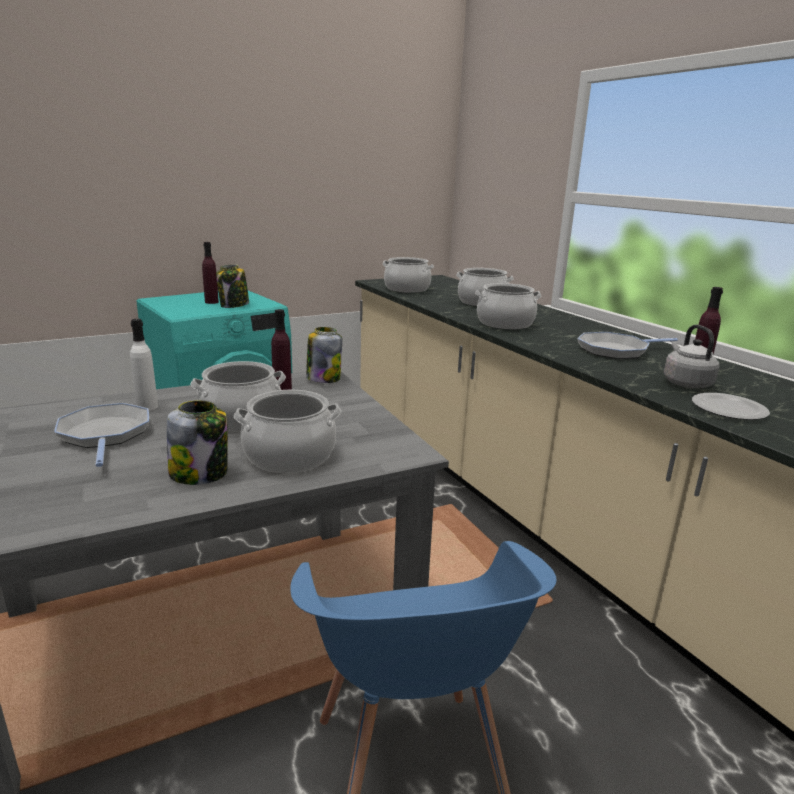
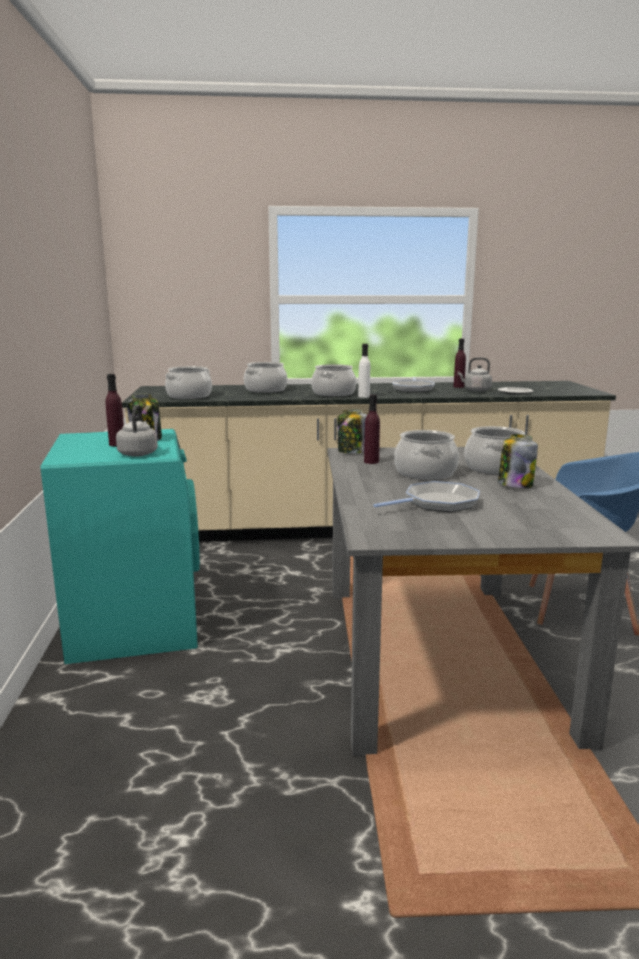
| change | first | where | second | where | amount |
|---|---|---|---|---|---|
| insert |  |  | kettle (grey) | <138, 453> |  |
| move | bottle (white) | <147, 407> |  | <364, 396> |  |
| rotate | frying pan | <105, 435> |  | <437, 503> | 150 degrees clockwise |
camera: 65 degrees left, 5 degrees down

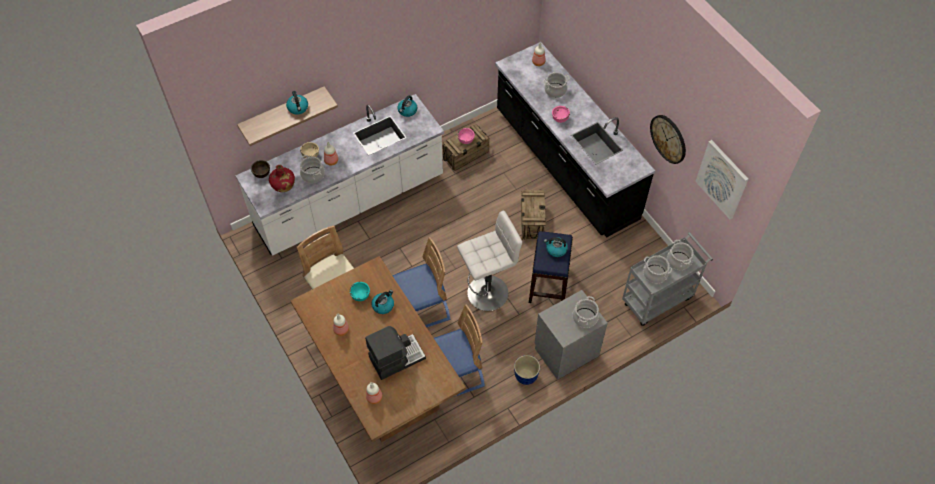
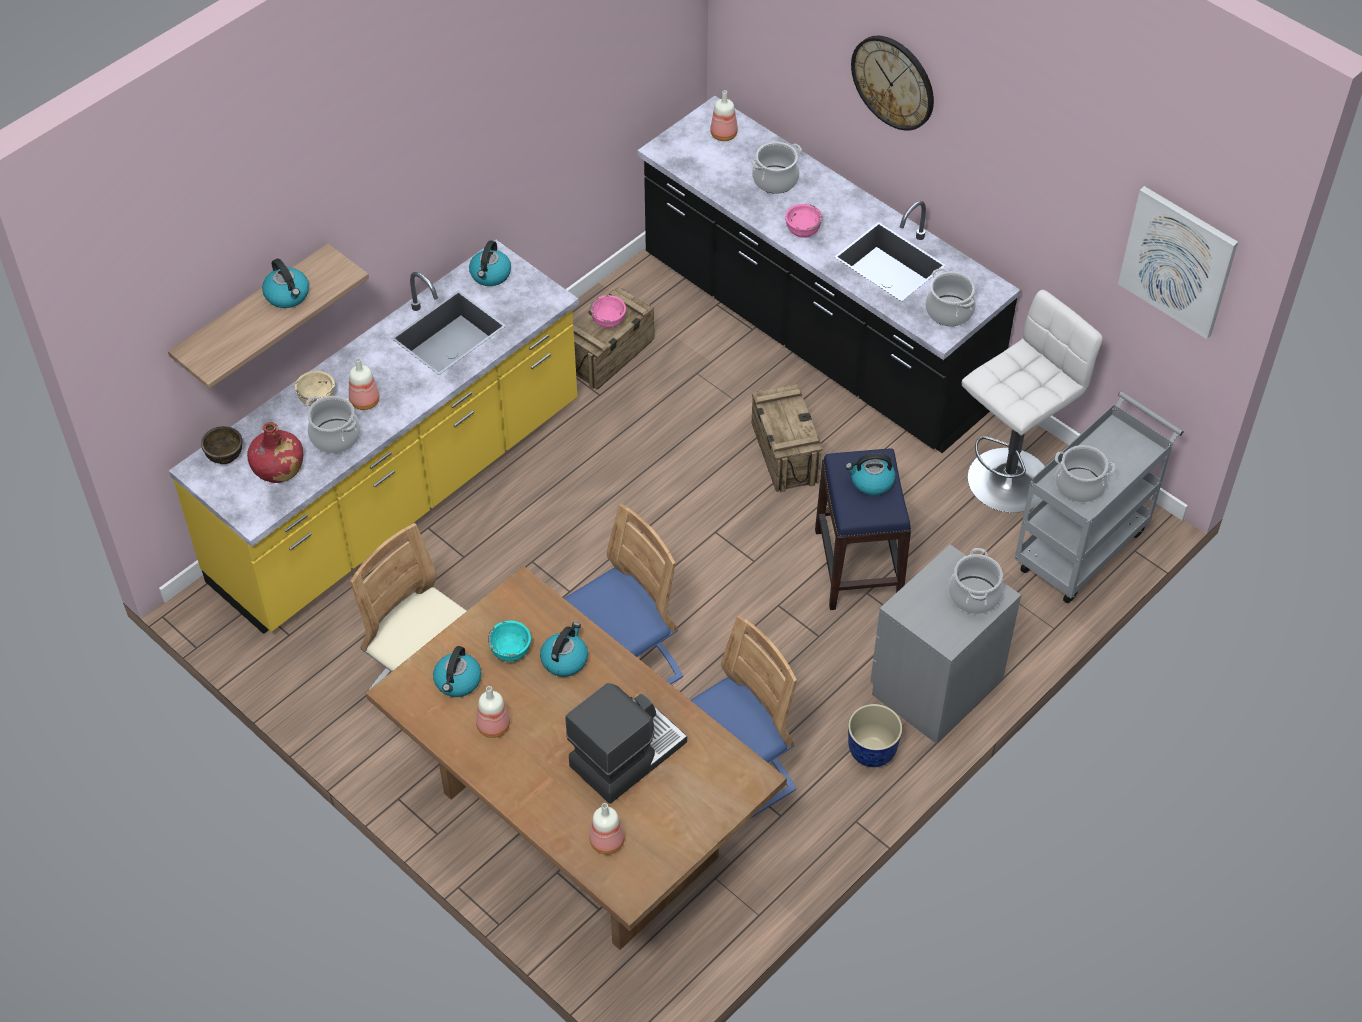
| change | first | where | second | where | amount |
|---|---|---|---|---|---|
| insert |  |  | kettle | <458, 682> |  |
| move | stool (white) | <488, 293> |  | <1010, 480> |  |
| move | wall clock | <668, 138> |  | <893, 82> |  |
| move | cooking pot | <678, 261> |  | <949, 311> |  |
| recolor | counter (white) | <350, 202> | counter (yellow) | <399, 495> |  |
camera: 15 degrees left, 5 degrees down

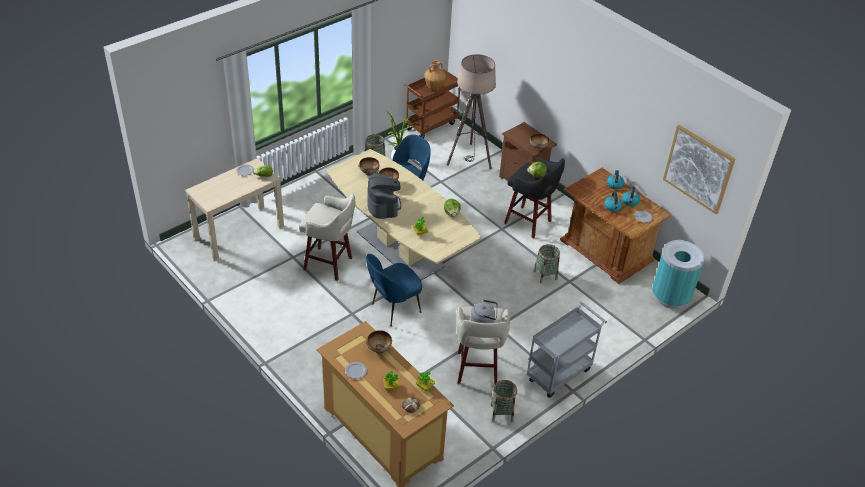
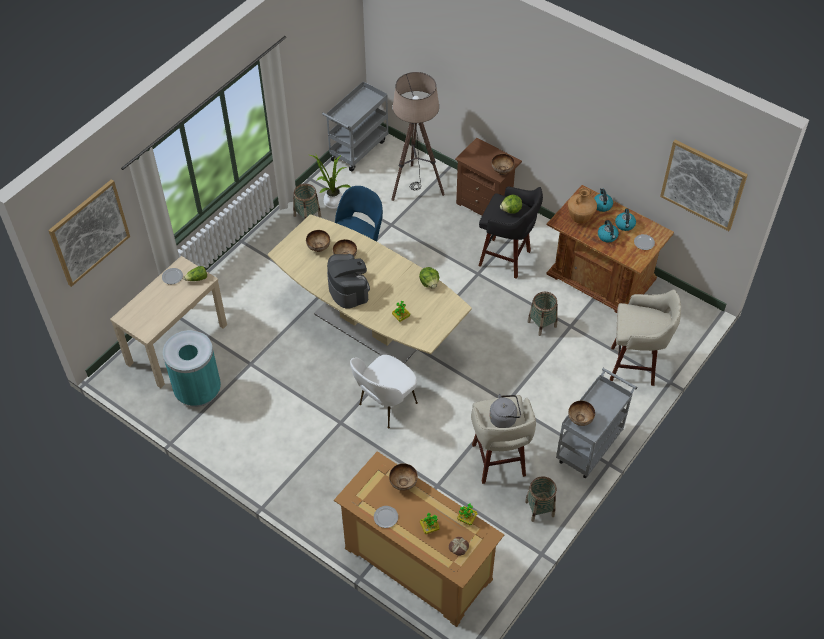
| change | first | where | second | where | amount |
|---|---|---|---|---|---|
| insert |  |  | picture | <89, 232> |  |
| insert |  |  | bowl | <580, 420> |  |
| move | stool (beige) | <330, 265> |  | <635, 366> |  |
| move | vase (brown) | <434, 88> |  | <580, 218> |  |
| move | trash can (turquoise) | <670, 297> |  | <198, 391> |  |
| recolor | chair (blue) | <392, 309> | chair (white) | <384, 407> |  |
| recolor | cart (brown) | <430, 127> | cart (grey) | <358, 152> |  |
camera: 10 degrees left, 10 degrees up

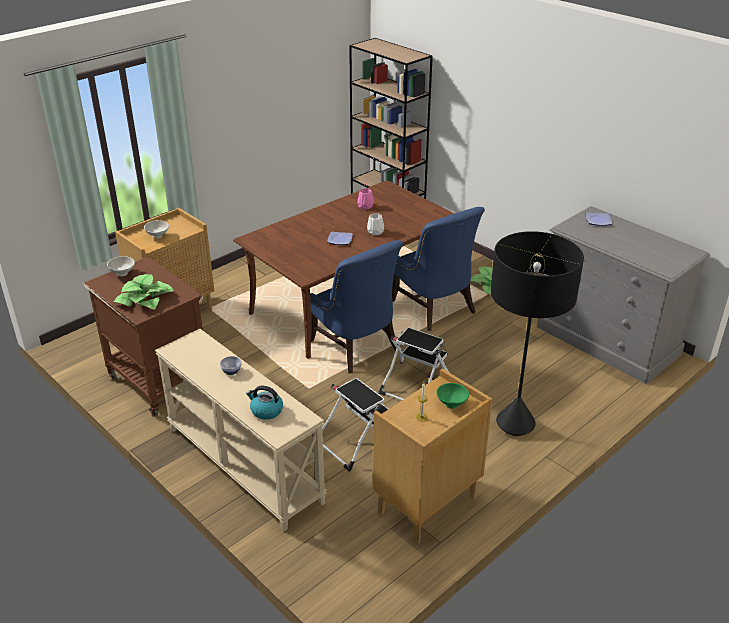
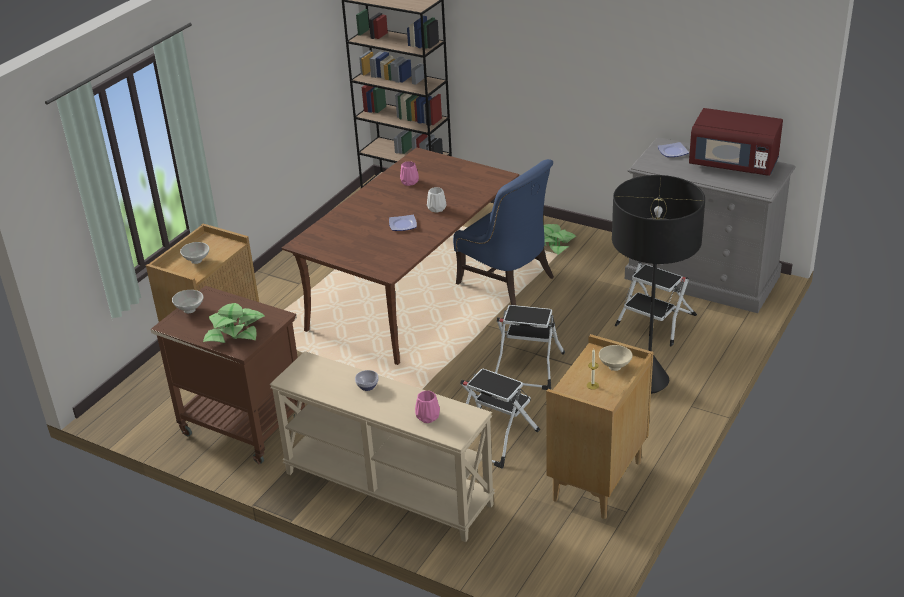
| change | first | where | second | where | amount |
|---|---|---|---|---|---|
| delete | chair (blue) | <356, 346> |  |  |  |
| insert |  |  | step ladder | <656, 321> |  |
| insert |  |  | microwave (red) | <733, 164> |  |
| replace | kettle | <266, 411> | vase (pink) | <428, 417> |  |
| recolor | bowl (green) | <451, 404> | bowl (beige) | <614, 366> |  |
camera: 15 degrees left, 0 degrees up

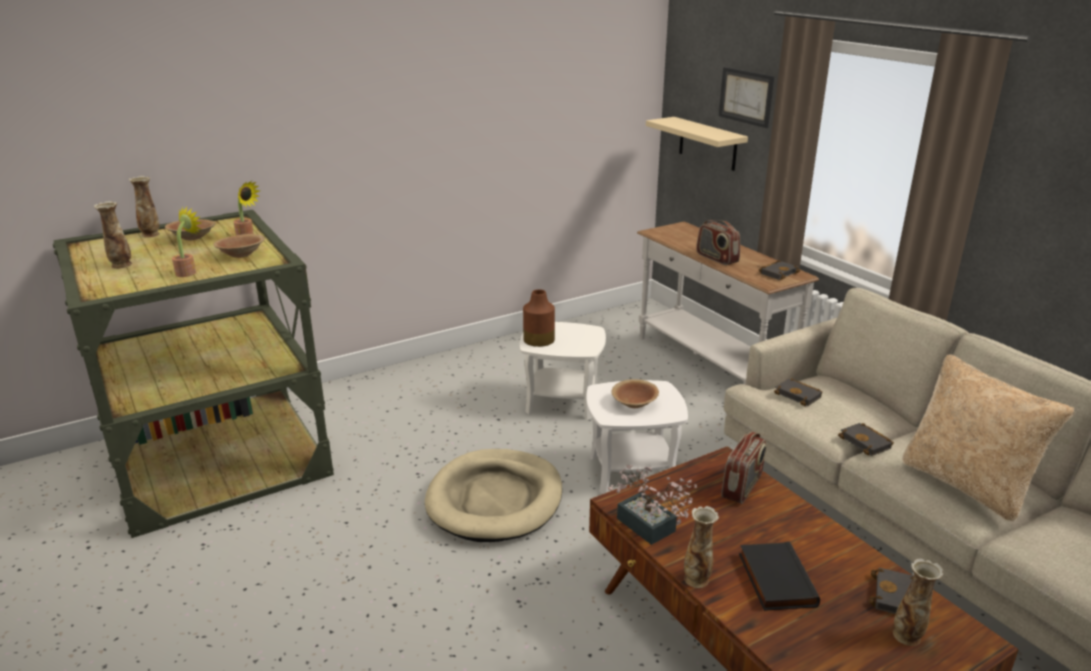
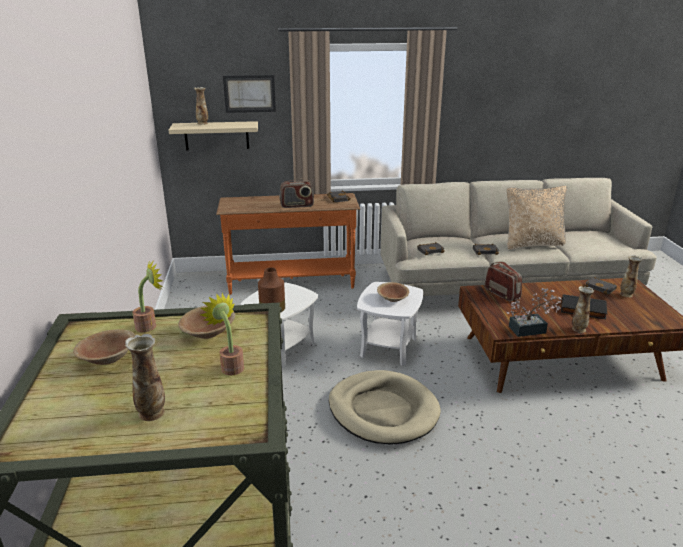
| change | first | where | second | where | amount |
|---|---|---|---|---|---|
| move | vase | <151, 234> |  | <203, 123> |  |
| recolor | console table (white) | <710, 365> | console table (orange) | <291, 283> |  |
camera: 65 degrees left, 0 degrees up

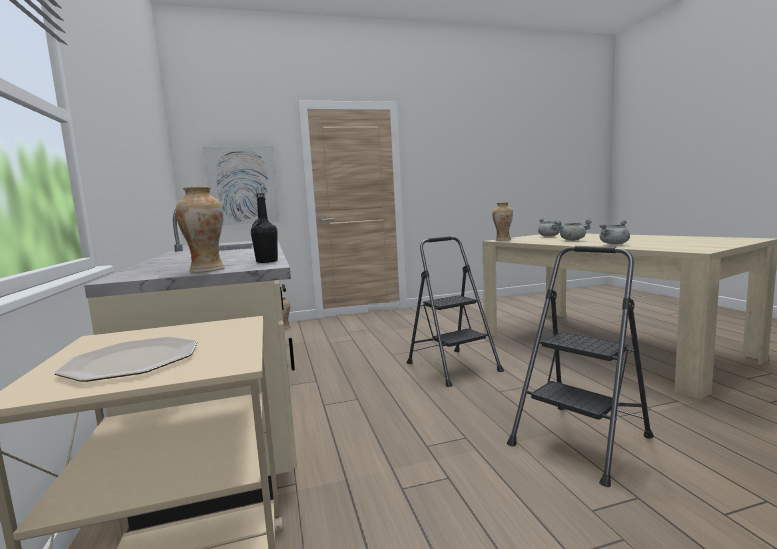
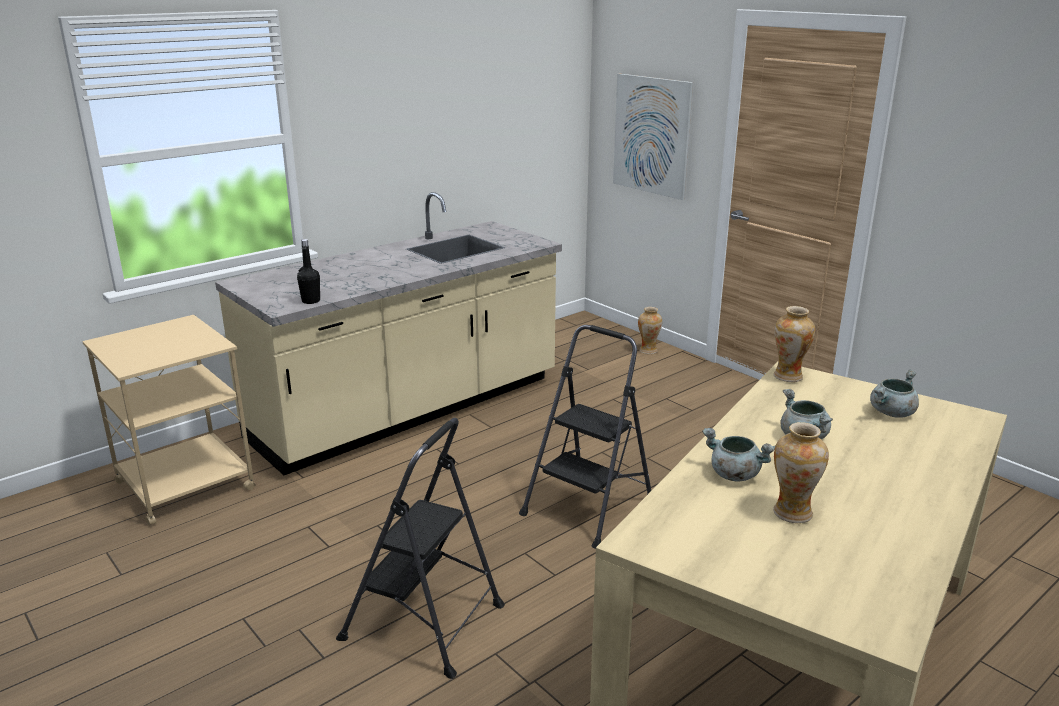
| change | first | where | second | where | amount |
|---|---|---|---|---|---|
| delete | plate | <132, 361> |  |  |  |
| move | vase | <207, 270> |  | <792, 513> |  |
camera: 65 degrees right, 15 degrees up

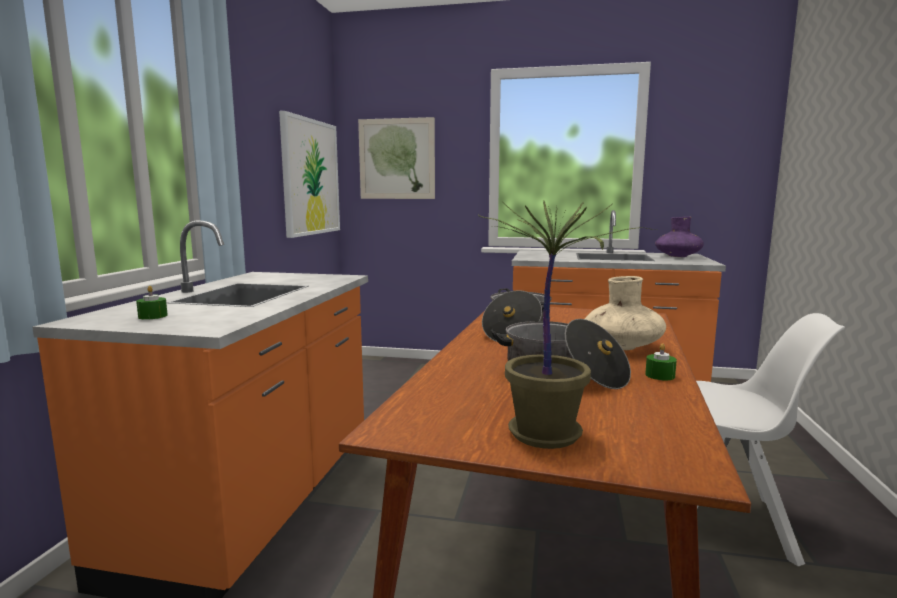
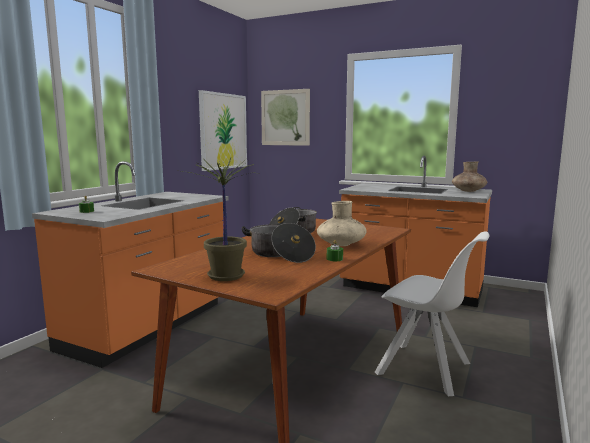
| change | first | where | second | where | amount |
|---|---|---|---|---|---|
| recolor | vase (purple) | <677, 256> | vase (brown) | <468, 191> |  |
camera: 15 degrees right, 0 degrees up

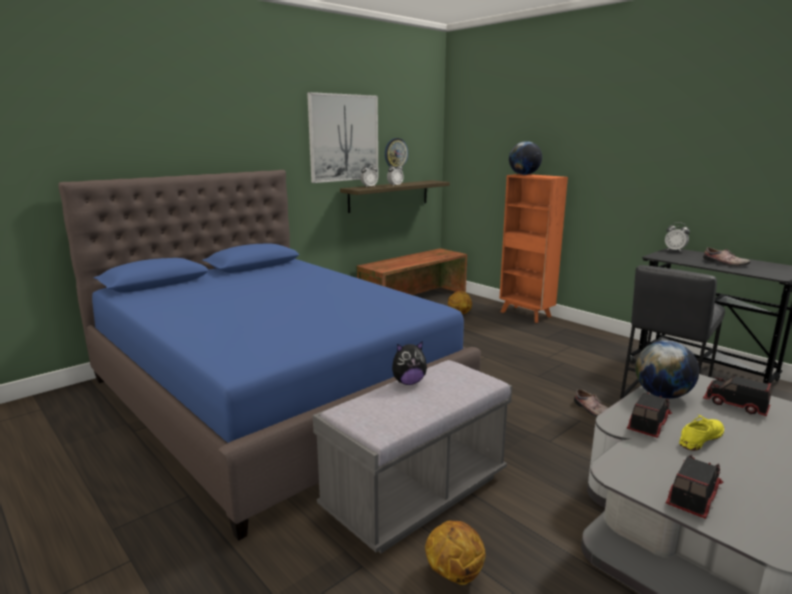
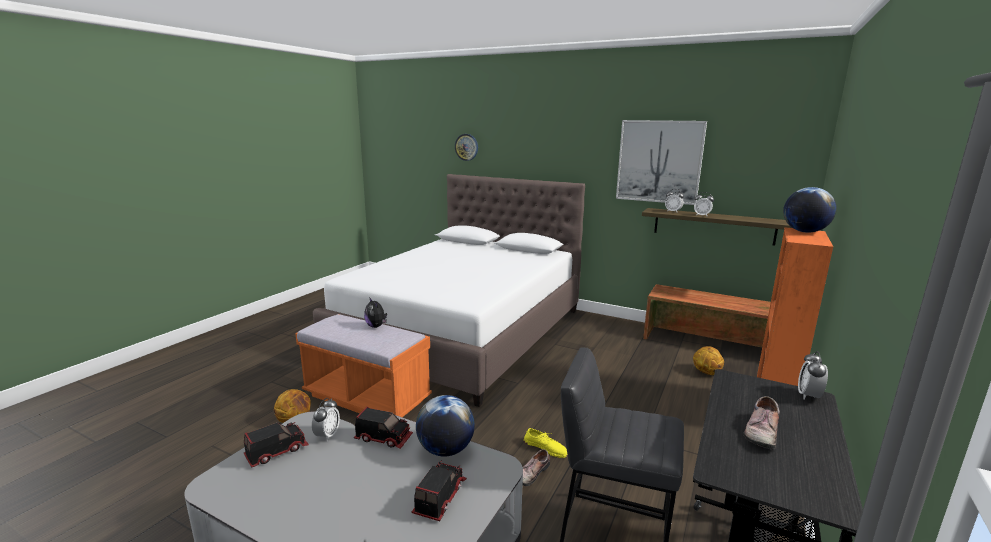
| change | first | where | second | where | amount |
|---|---|---|---|---|---|
| insert |  |  | alarm clock | <327, 435> |  |
| move | wall clock | <395, 153> |  | <466, 147> |  |
| move | shoe (yellow) | <700, 437> |  | <546, 447> |  |
| recolor | bed (blue) | <273, 397> | bed (white) | <462, 332> |  |
| recolor | bench (grey) | <416, 494> | bench (orange) | <367, 398> |  |
| rotate | toy truck | <692, 495> |  | <276, 451> | 60 degrees counterclockwise |
camera: 70 degrees right, 0 degrees up

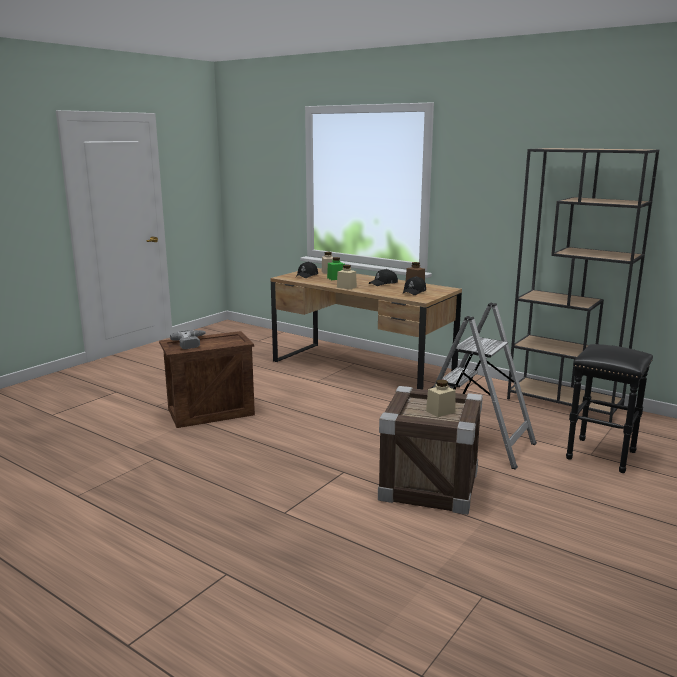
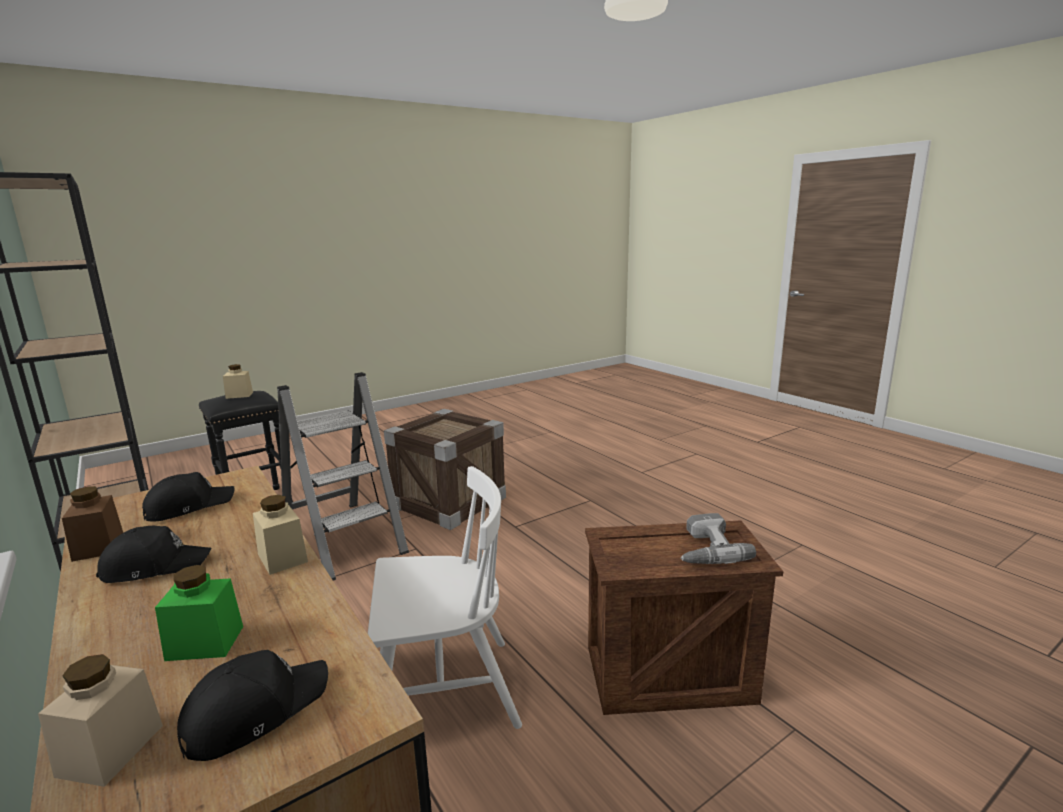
| change | first | where | second | where | amount |
|---|---|---|---|---|---|
| insert |  |  | chair (white) | <444, 692> |  |
| move | jar (beige) | <440, 411> |  | <239, 395> |  |
camera: 160 degrees left, 0 degrees up

